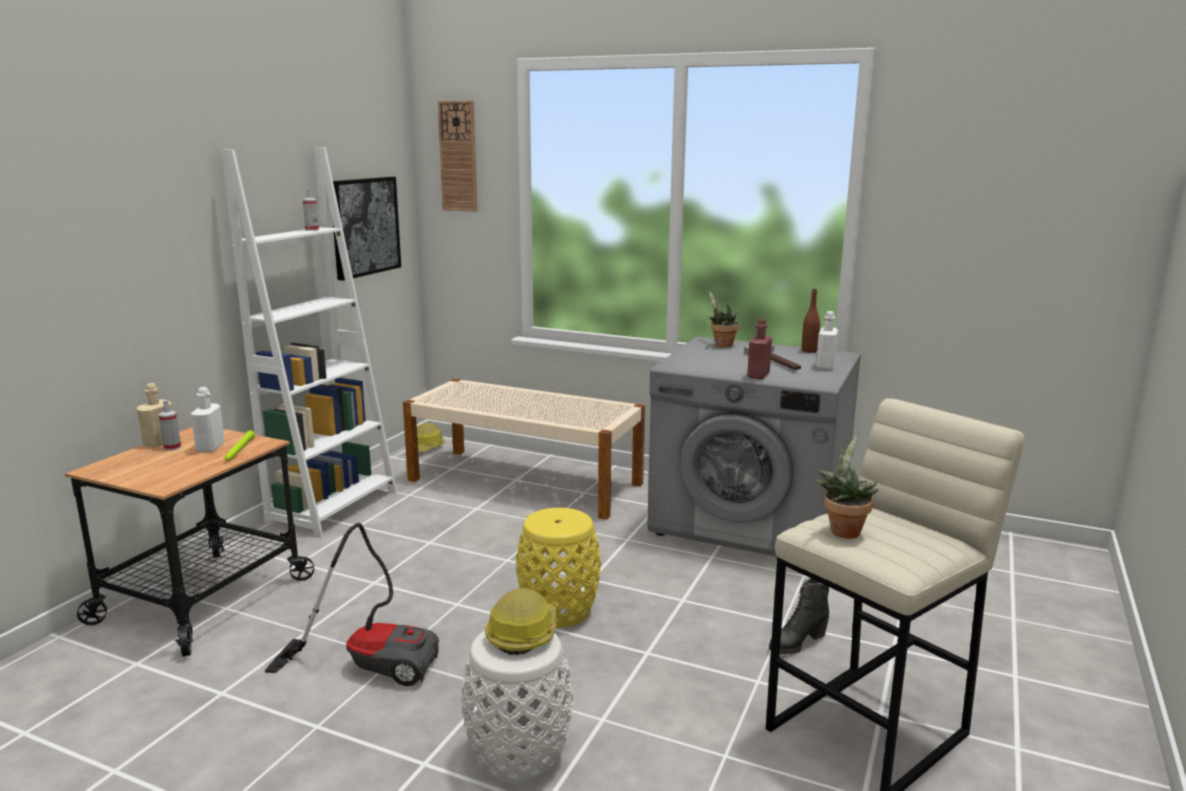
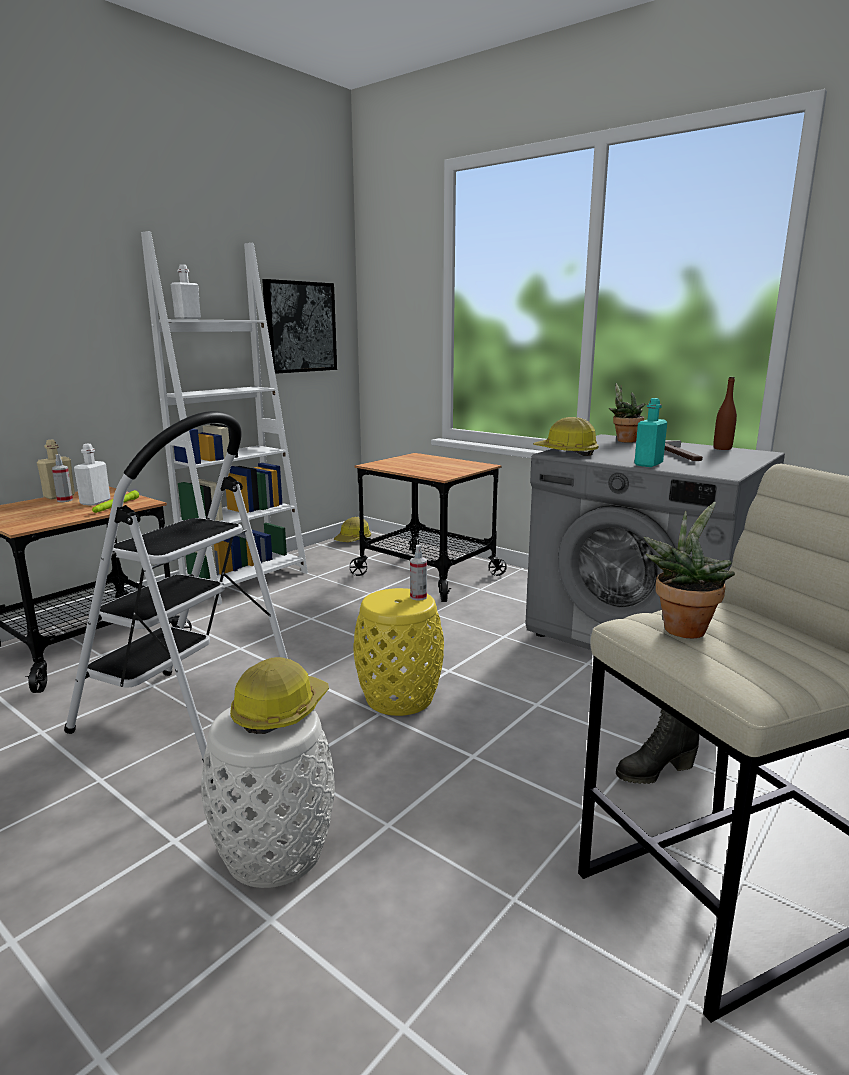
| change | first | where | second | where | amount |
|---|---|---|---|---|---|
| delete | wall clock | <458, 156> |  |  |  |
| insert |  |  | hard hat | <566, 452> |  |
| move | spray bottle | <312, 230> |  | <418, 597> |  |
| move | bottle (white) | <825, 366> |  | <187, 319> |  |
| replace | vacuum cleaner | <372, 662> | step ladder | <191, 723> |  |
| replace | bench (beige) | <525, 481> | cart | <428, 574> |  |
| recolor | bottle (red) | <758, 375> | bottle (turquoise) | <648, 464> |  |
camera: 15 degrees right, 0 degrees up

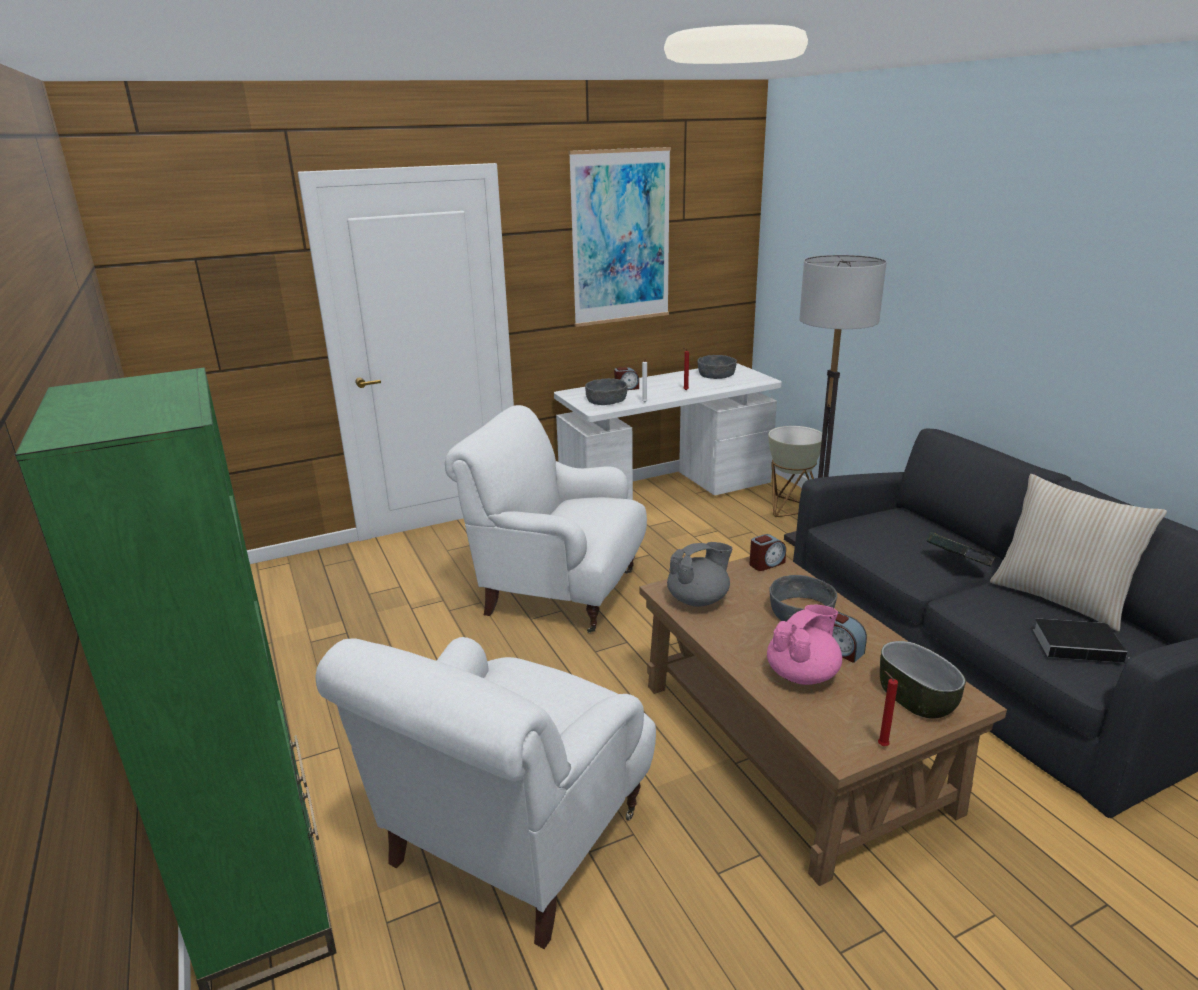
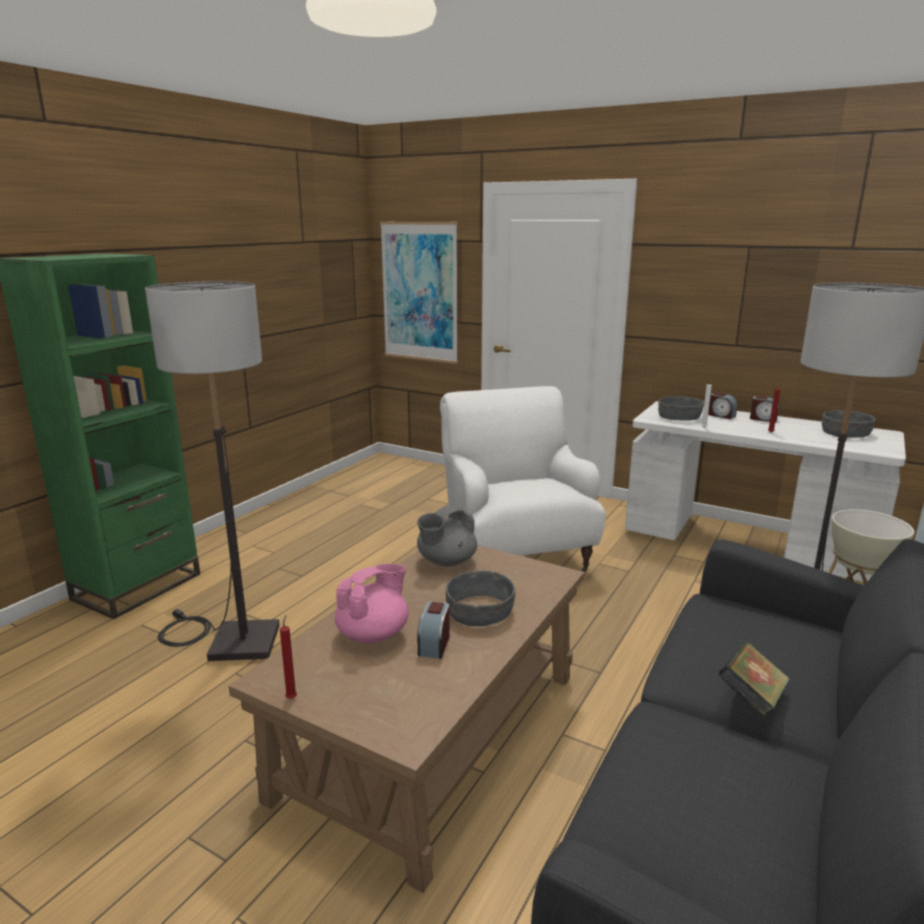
| change | first | where | second | where | amount |
|---|---|---|---|---|---|
| delete | bowl | <916, 698> |  |  |  |
| delete | pillow (beige) | <1060, 598> |  |  |  |
| delete | book | <1079, 645> |  |  |  |
| move | picture | <620, 237> |  | <420, 292> |  |
| move | alarm clock | <766, 563> |  | <763, 419> |  |
| replace | armchair (white) | <512, 842> | floor lamp | <227, 640> |  |
| rotate | teapot (grey) | <699, 600> |  | <446, 561> | 105 degrees clockwise |
| rotate | teapot (pink) | <803, 674> |  | <374, 634> | 60 degrees counterclockwise |
camera: 55 degrees right, 5 degrees down

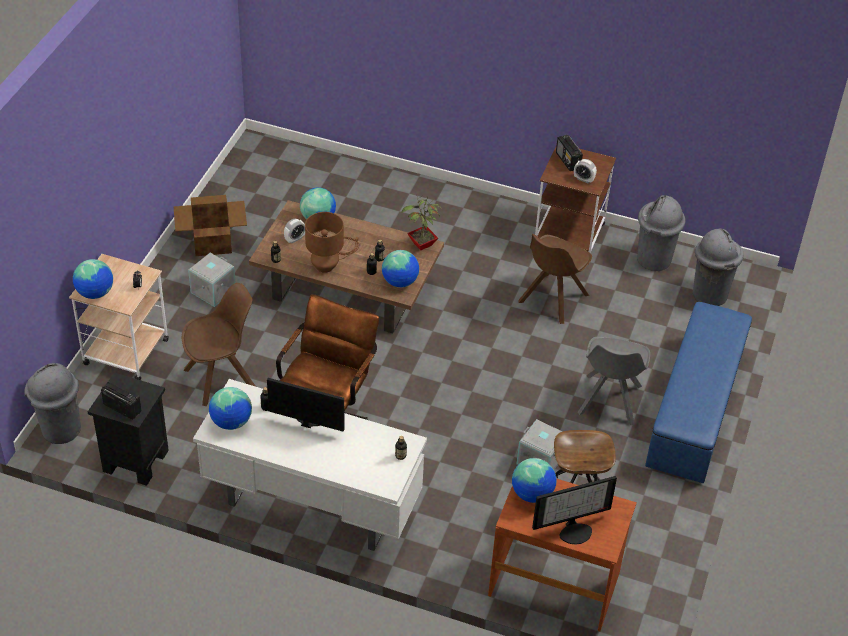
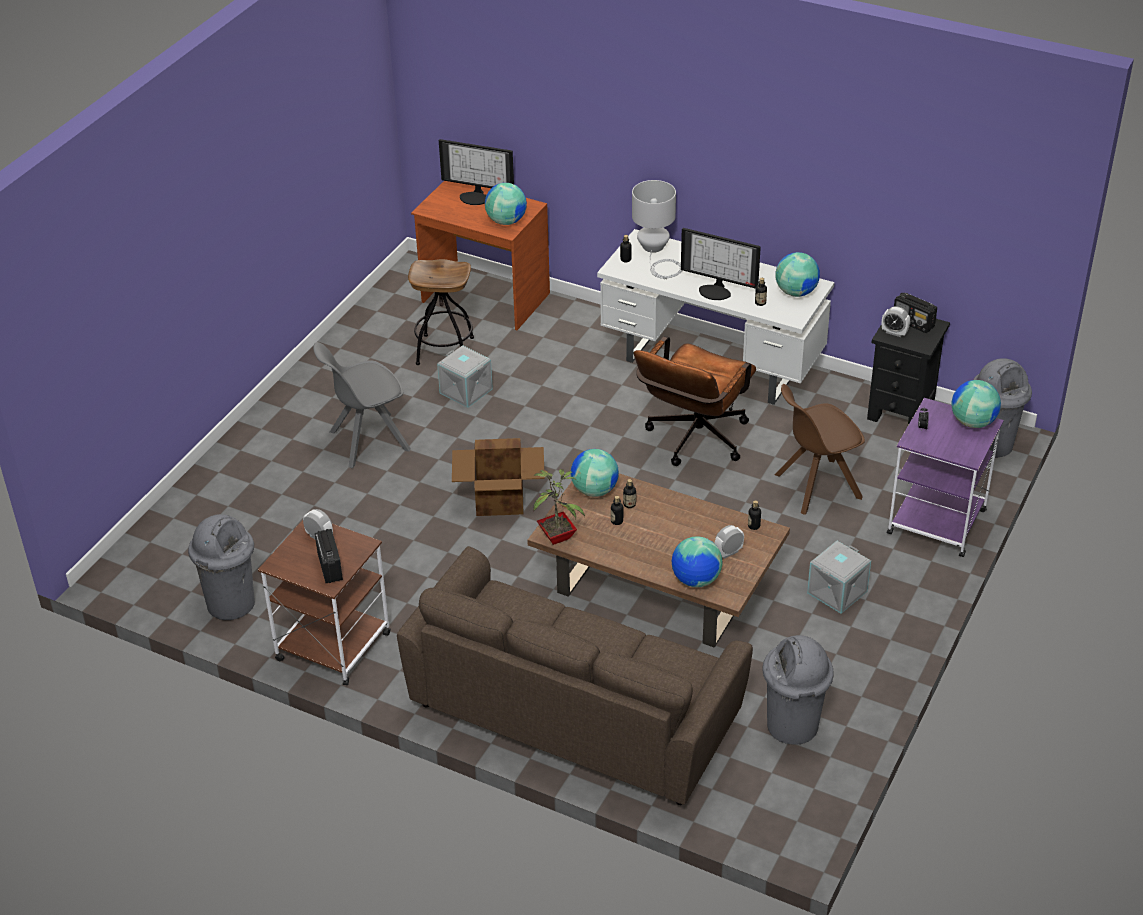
| change | first | where | second | where | amount |
|---|---|---|---|---|---|
| delete | table lamp (brown) | <332, 258> |  |  |  |
| delete | chair (brown) | <552, 299> |  |  |  |
| delete | bench (blue) | <696, 408> |  |  |  |
| insert |  |  | sofa (brown) | <575, 712> |  |
| insert |  |  | table lamp (grey) | <658, 255> |  |
| insert |  |  | alarm clock | <894, 332> |  |
| move | cardboard box | <211, 242> |  | <500, 499> |  |
| move | trash can (grey) | <709, 294> |  | <792, 726> |  |
| recolor | cart (beige) | <126, 350> | cart (purple) | <936, 523> |  |
| rotate | monitor | <574, 530> |  | <476, 196> | 150 degrees counterclockwise |
| rotate | chair (grey) | <609, 400> |  | <368, 441> | 135 degrees counterclockwise |
camera: 170 degrees left, 5 degrees down

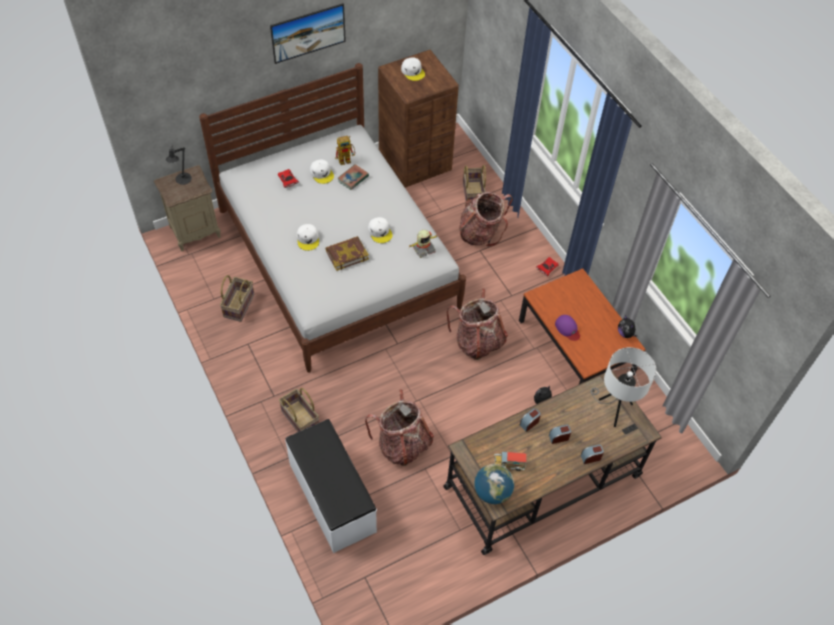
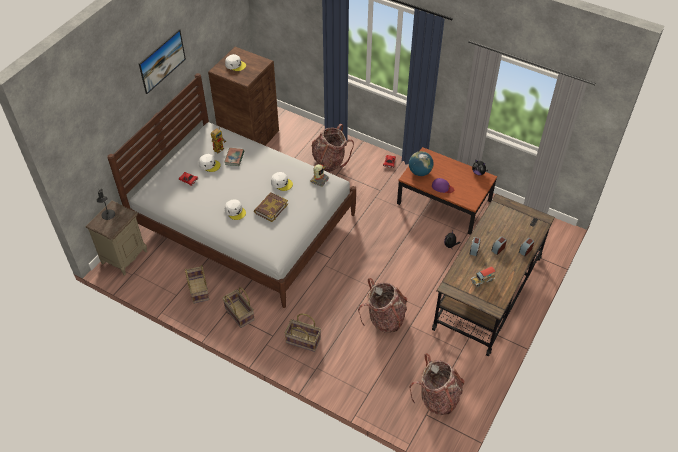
| change | first | where | second | where | amount |
|---|---|---|---|---|---|
| delete | bench (white) | <331, 498> |  |  |  |
| delete | table lamp (white) | <613, 408> |  |  |  |
| move | backpack | <477, 342> |  | <437, 398> |  |
| move | basket | <472, 193> |  | <239, 314> |  |
| move | globe | <492, 492> |  | <420, 172> |  |
camera: 30 degrees left, 5 degrees down

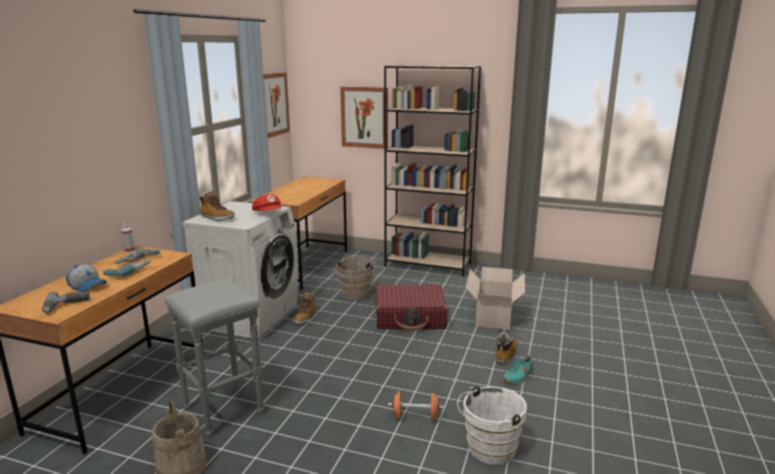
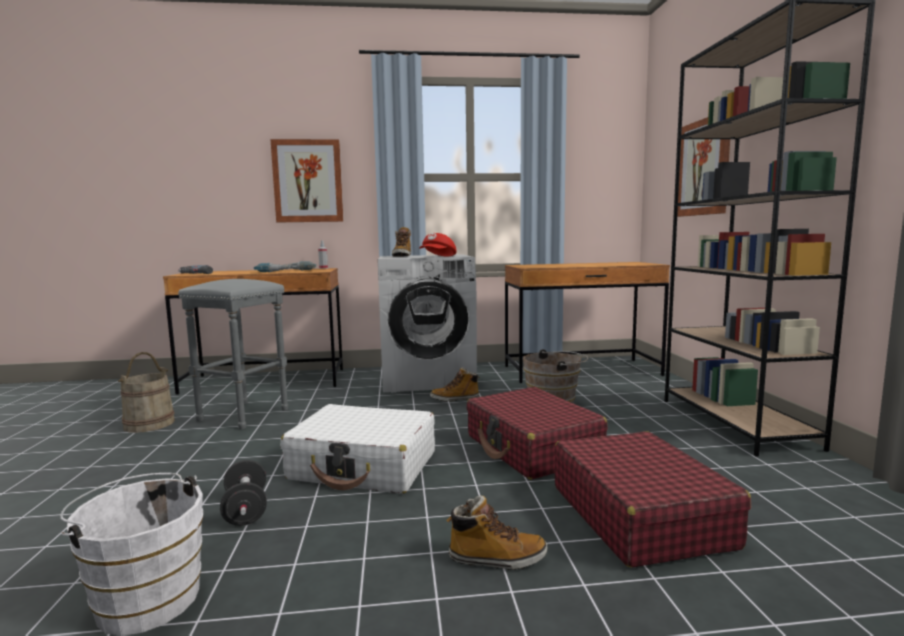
| change | first | where | second | where | amount |
|---|---|---|---|---|---|
| delete | cap | <88, 285> |  |  |  |
| delete | shoe (turquoise) | <518, 376> |  |  |  |
| insert |  |  | suitcase (white) | <364, 466> |  |
| move | picture | <273, 104> |  | <308, 181> |  |
| replace | cardboard box | <493, 317> | suitcase (red) | <639, 515> |  |
| recolor | dumbbell (orange) | <415, 416> | dumbbell (black) | <246, 510> |  |
camera: 65 degrees right, 10 degrees down

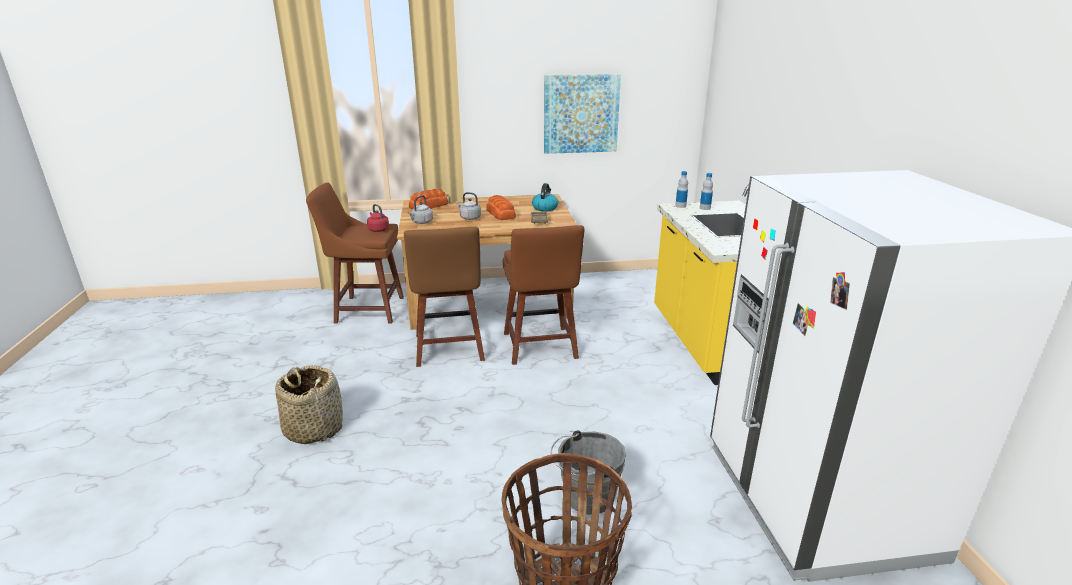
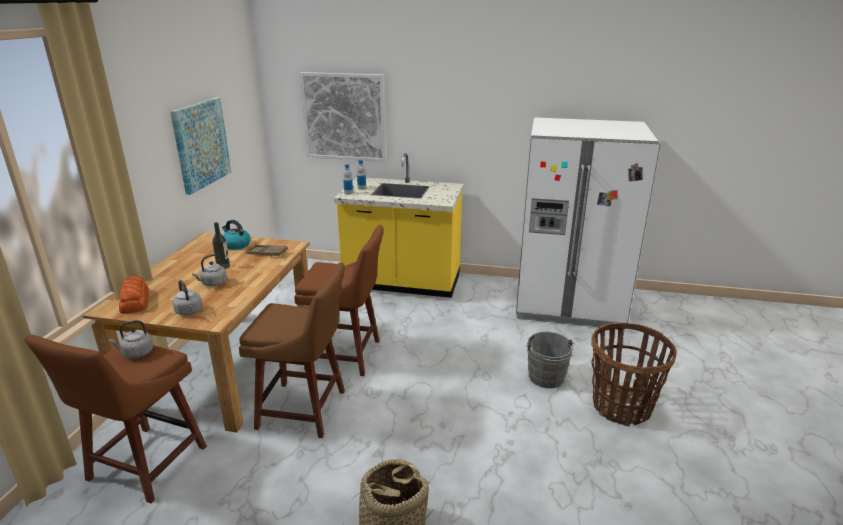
| change | first | where | second | where | amount |
|---|---|---|---|---|---|
| insert |  |  | picture | <344, 117> |  |
| replace | bread | <501, 214> | bottle | <223, 266> |  |
| recolor | kettle (red) | <378, 229> | kettle (grey) | <136, 353> |  |
camera: 70 degrees left, 0 degrees up

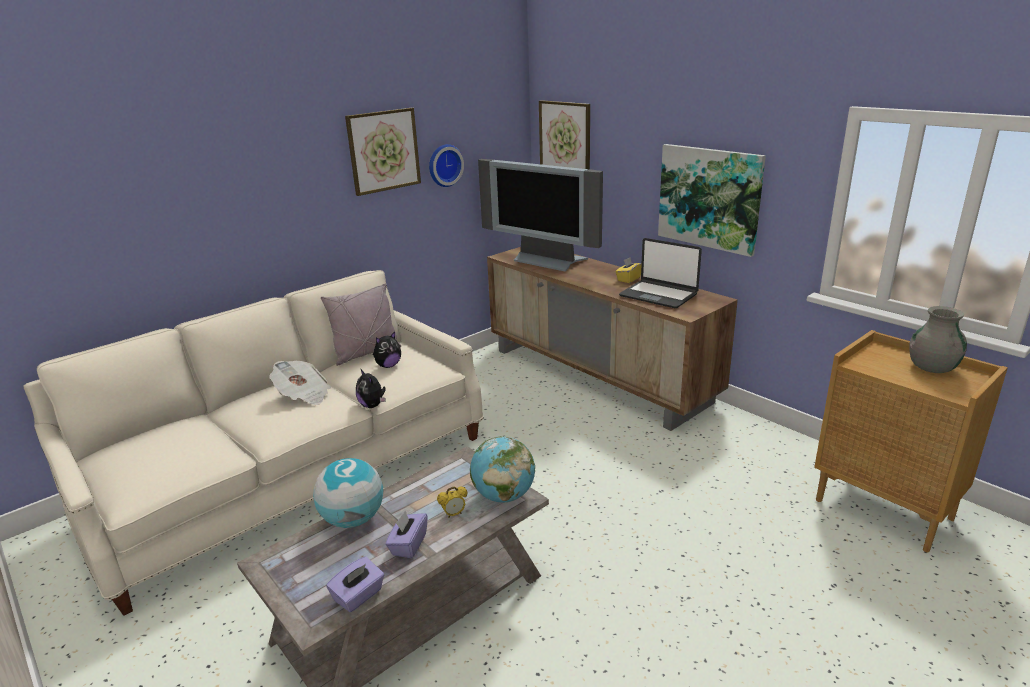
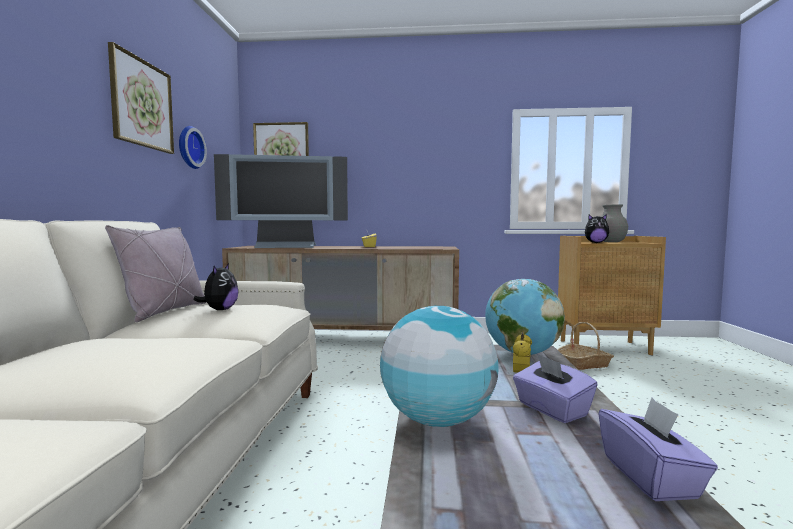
| change | first | where | second | where | amount |
|---|---|---|---|---|---|
| delete | newspaper | <303, 395> |  |  |  |
| delete | laptop | <659, 295> |  |  |  |
| delete | picture | <709, 198> |  |  |  |
| insert |  |  | basket | <583, 364> |  |
| move | plush toy | <373, 405> |  | <595, 243> |  |
camera: 45 degrees left, 20 degrees down

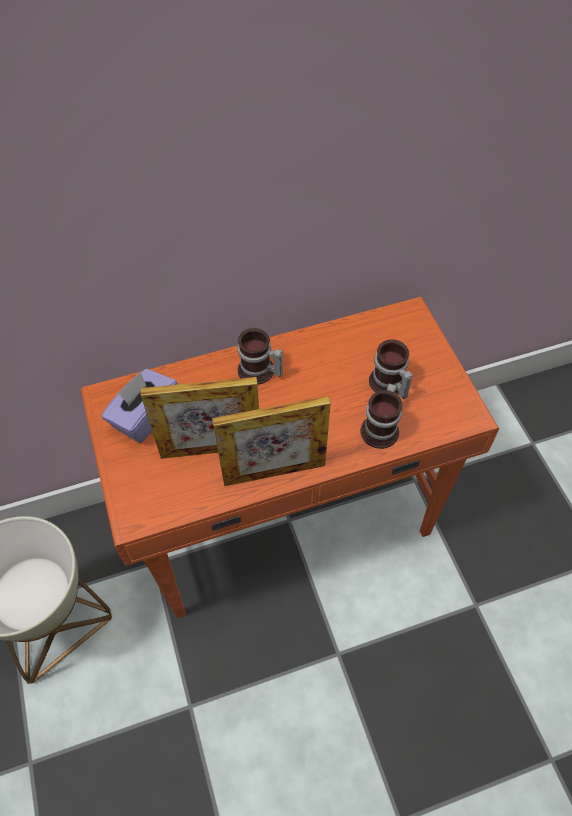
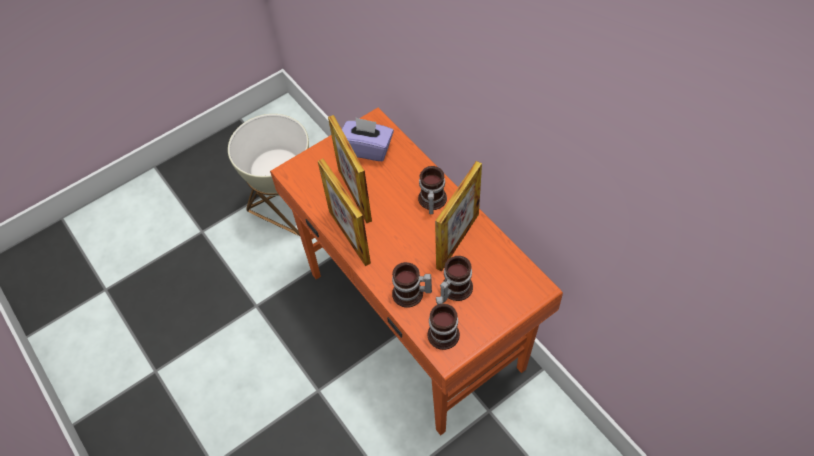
| change | first | where | second | where | amount |
|---|---|---|---|---|---|
| insert |  |  | mug | <444, 331> |  |
| insert |  |  | picture frame | <457, 241> |  |
camera: 75 degrees right, 0 degrees up

